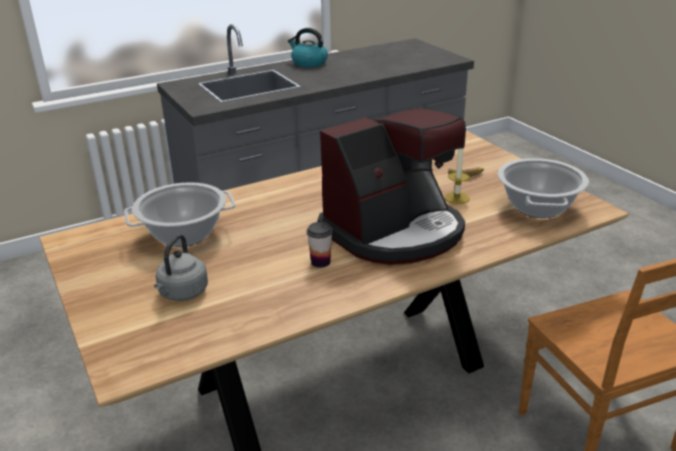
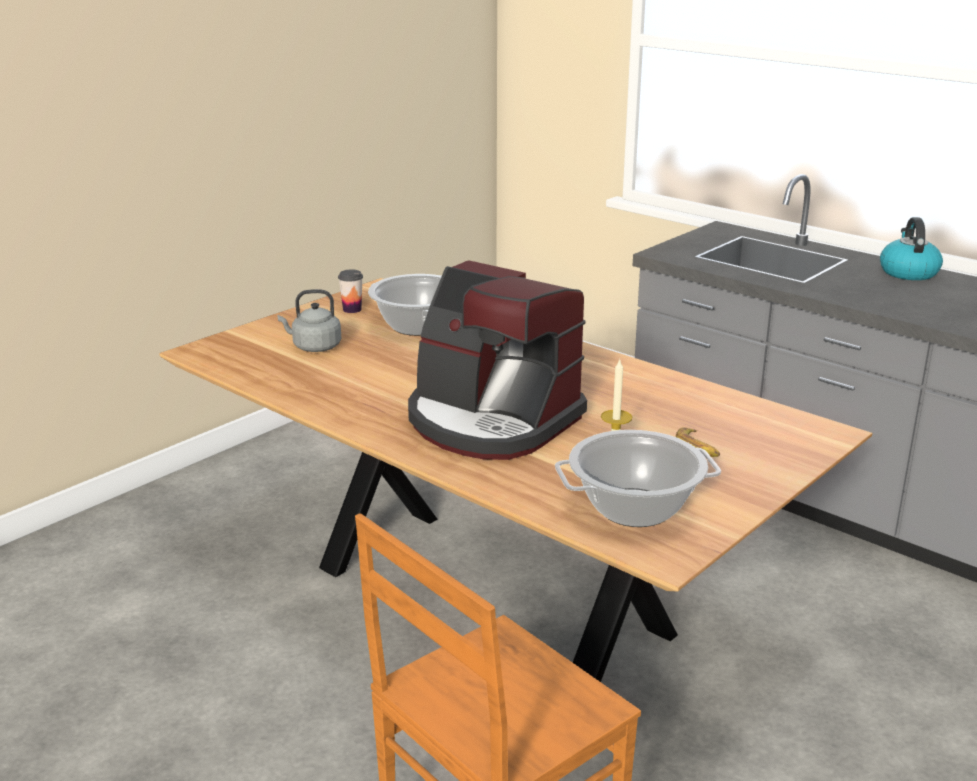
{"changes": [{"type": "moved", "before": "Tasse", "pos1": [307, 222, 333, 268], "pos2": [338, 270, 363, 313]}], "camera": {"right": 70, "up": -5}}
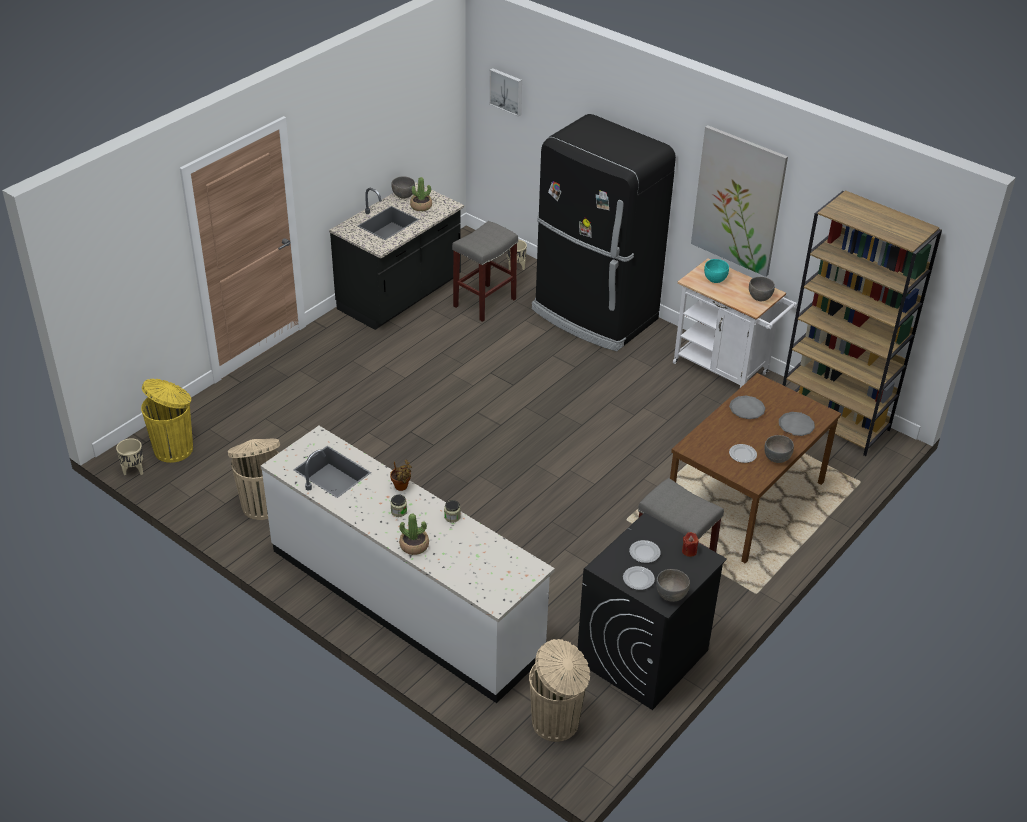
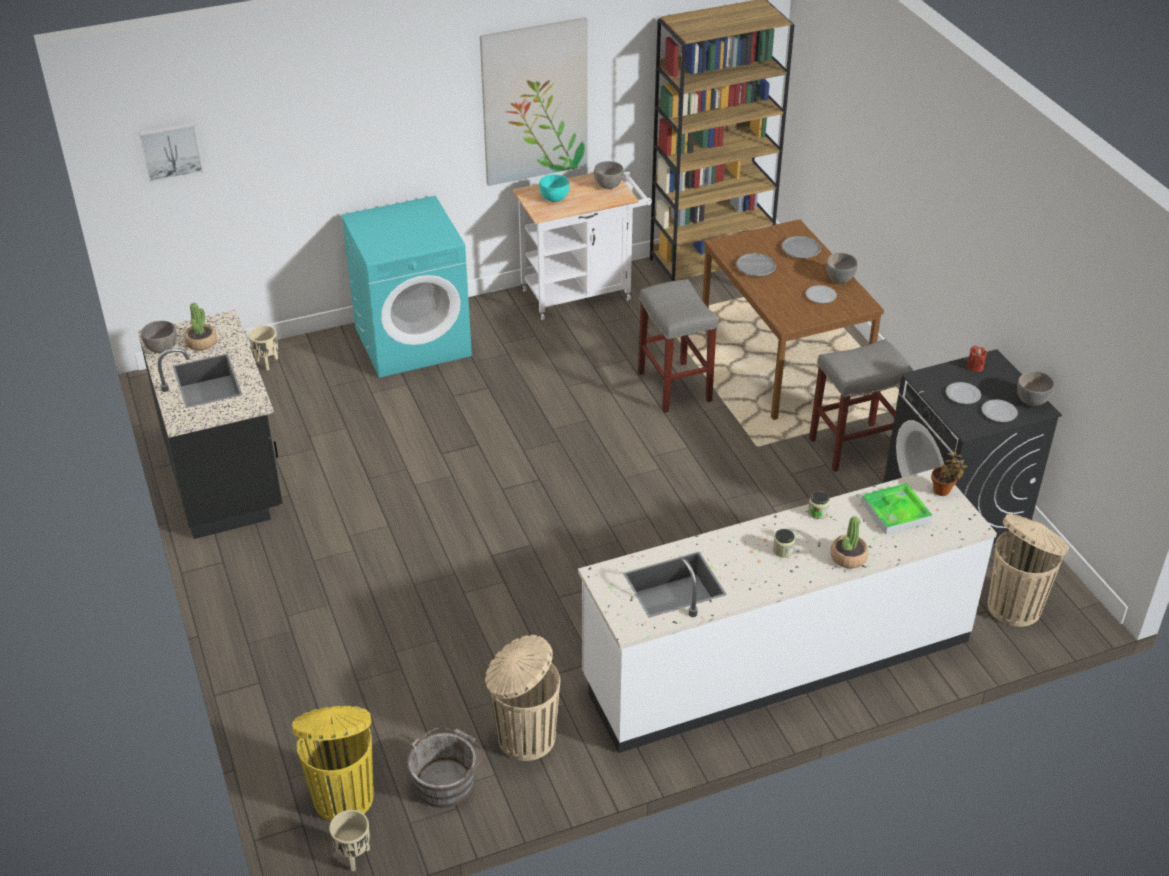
{"changes": [{"type": "replaced", "before": "Kühlschrank/schwarz", "after": "Waschmaschine/türkis", "pos1": [532, 114, 676, 351], "pos2": [341, 195, 472, 378]}, {"type": "moved", "before": "Hocker/grau", "pos1": [452, 221, 518, 322], "pos2": [638, 279, 718, 413]}, {"type": "moved", "before": "Topfpflanze", "pos1": [390, 459, 412, 491], "pos2": [931, 452, 968, 496]}, {"type": "added", "after": "Tablett", "pos2": [861, 483, 932, 535]}, {"type": "added", "after": "Eimer/grau", "pos2": [408, 727, 484, 808]}], "camera": {"right": -60, "up": 0}}
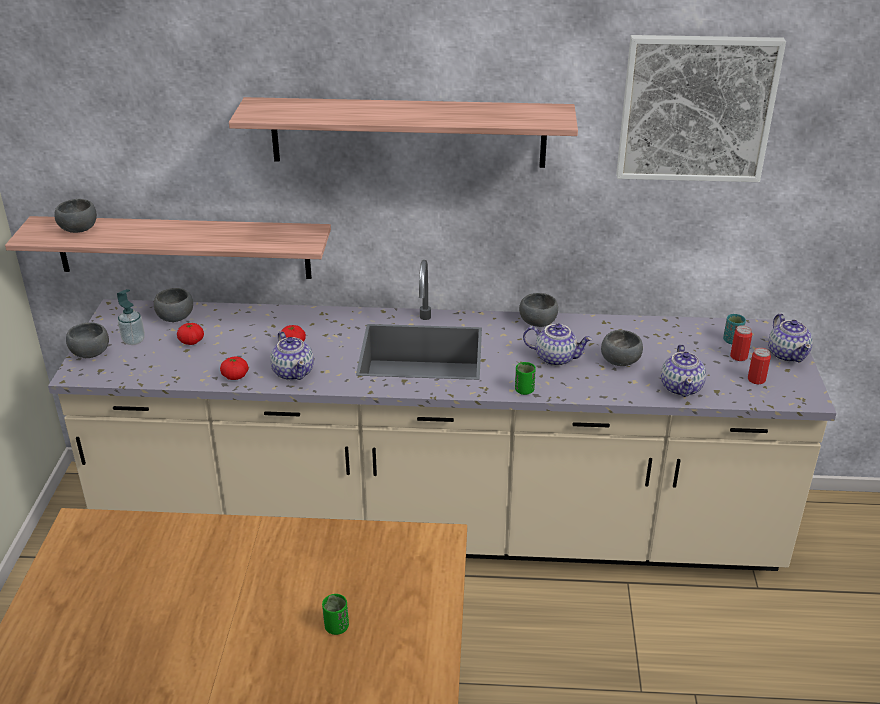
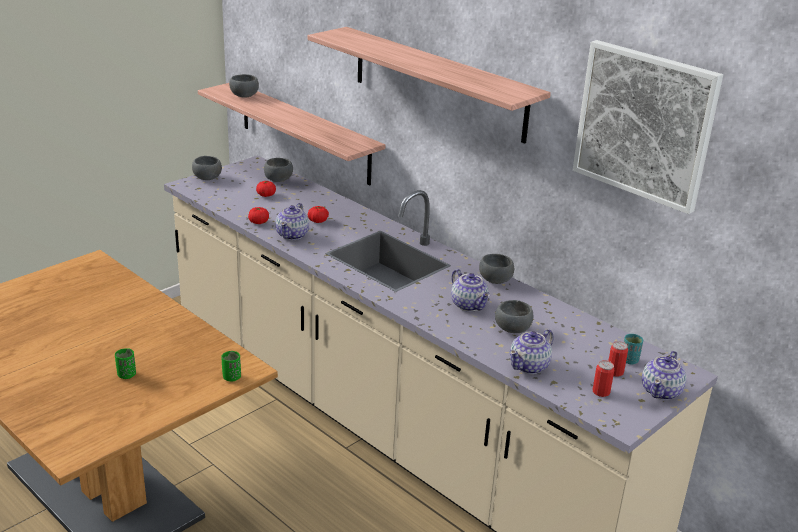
{"changes": [{"type": "removed", "before": "Seifenspender", "pos1": [117, 289, 145, 345]}, {"type": "moved", "before": "Tasse/grün", "pos1": [515, 362, 536, 395], "pos2": [221, 351, 241, 382]}], "camera": {"right": 40, "up": -5}}
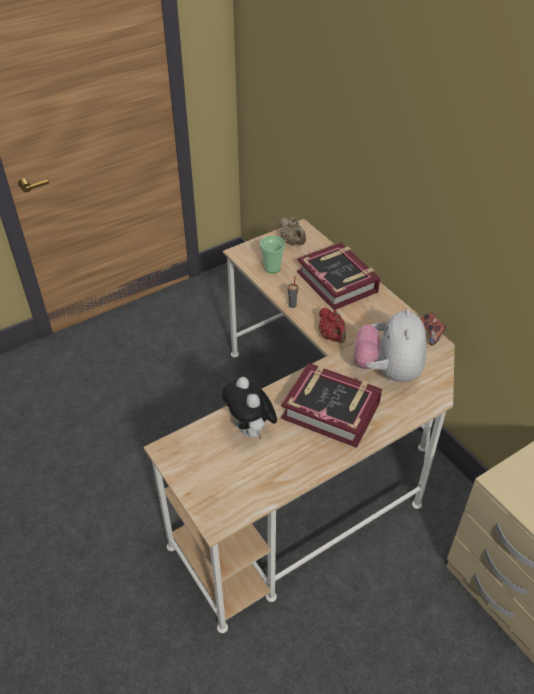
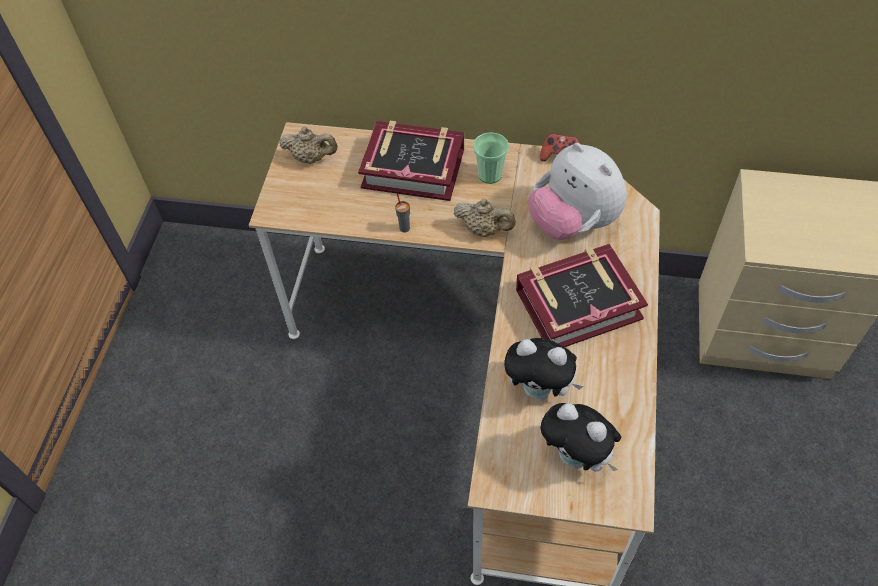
{"changes": [{"type": "moved", "before": "Tasse", "pos1": [260, 236, 285, 273], "pos2": [473, 132, 509, 184]}, {"type": "recoloured", "before": "Teekanne/rot", "after": "Teekanne/beige", "pos1": [319, 308, 346, 343], "pos2": [454, 199, 516, 237]}, {"type": "added", "after": "Plüschtier", "pos2": [540, 403, 621, 472]}], "camera": {"right": -45, "up": 10}}
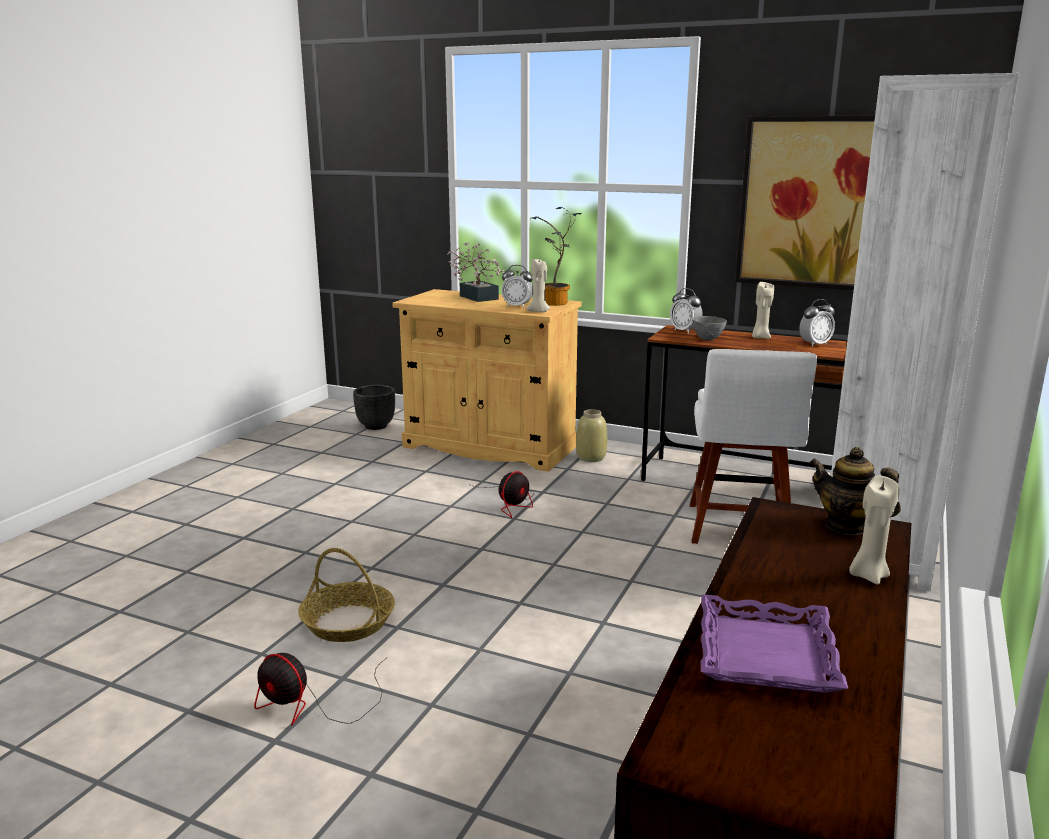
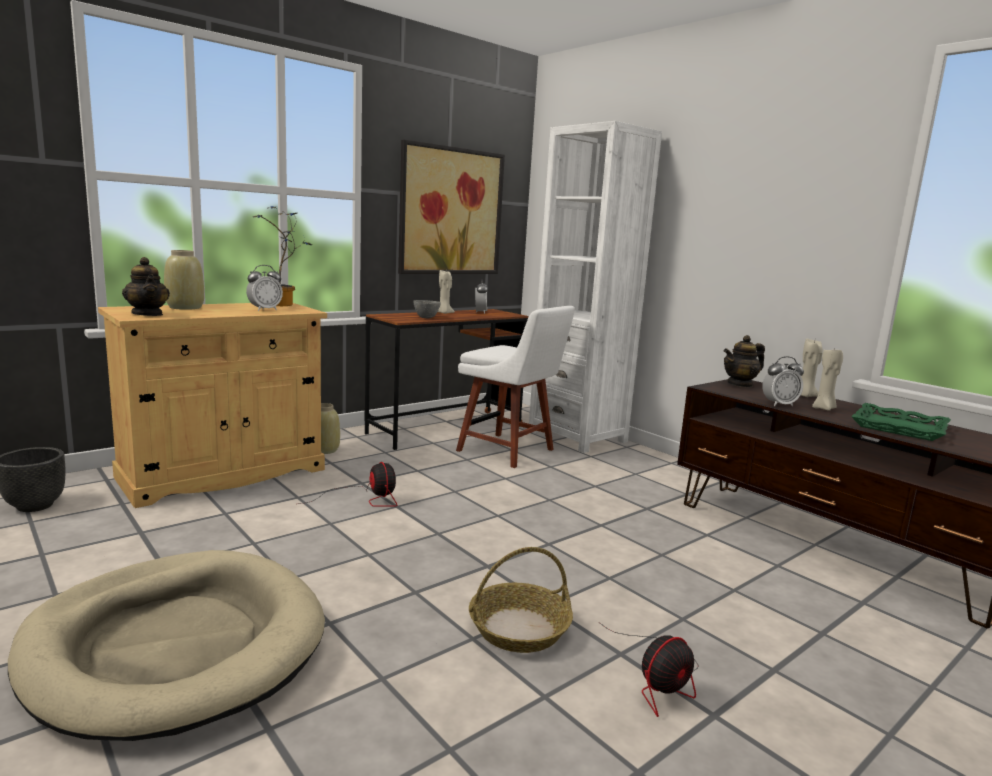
{"changes": [{"type": "replaced", "before": "Topfpflanze", "after": "Vase/beige", "pos1": [447, 242, 505, 302], "pos2": [164, 250, 204, 310]}, {"type": "moved", "before": "Kerze/beige", "pos1": [527, 258, 550, 312], "pos2": [812, 347, 843, 411]}, {"type": "moved", "before": "Wecker", "pos1": [670, 288, 703, 334], "pos2": [762, 356, 804, 407]}, {"type": "recoloured", "before": "Tablett/lila", "after": "Tablett/grün", "pos1": [701, 594, 848, 693], "pos2": [851, 403, 951, 441]}, {"type": "added", "after": "Teekanne", "pos2": [122, 257, 170, 316]}, {"type": "added", "after": "Hundebett/beige", "pos2": [8, 550, 325, 741]}], "camera": {"right": -65, "up": -5}}
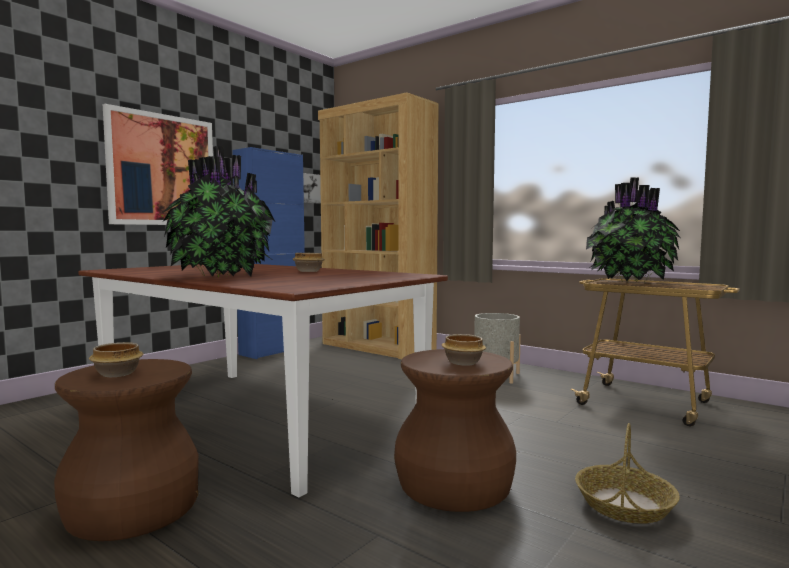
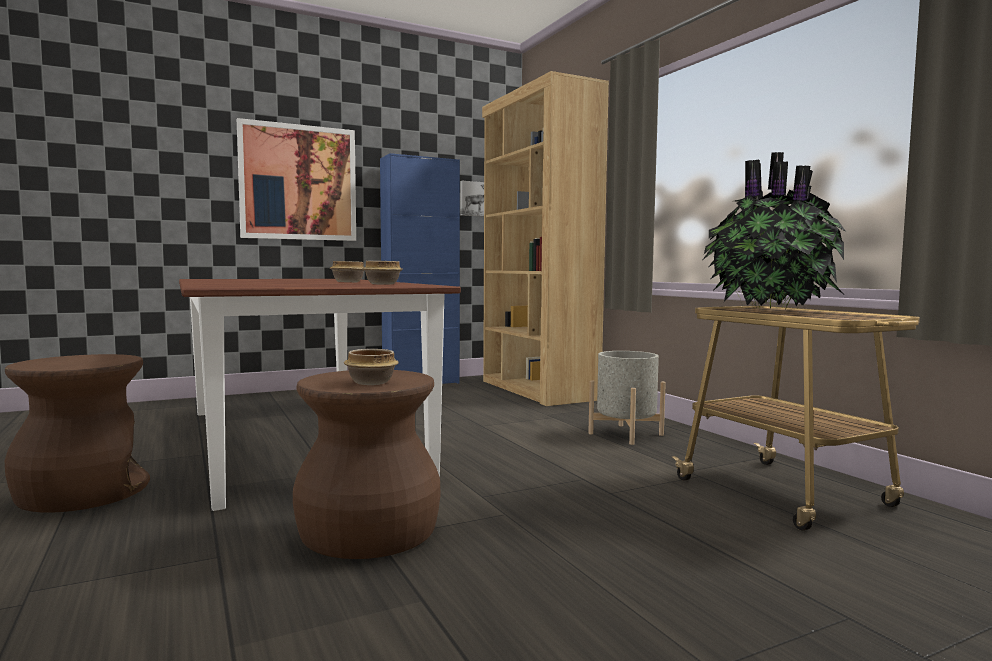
{"changes": [{"type": "removed", "before": "Topfpflanze", "pos1": [163, 146, 275, 278]}, {"type": "moved", "before": "Schüssel", "pos1": [89, 342, 143, 377], "pos2": [362, 261, 403, 285]}, {"type": "removed", "before": "Korb", "pos1": [575, 423, 680, 524]}], "camera": {"right": 25, "up": 0}}
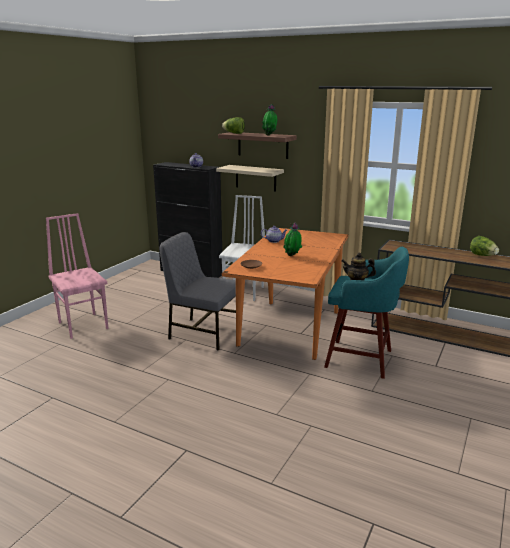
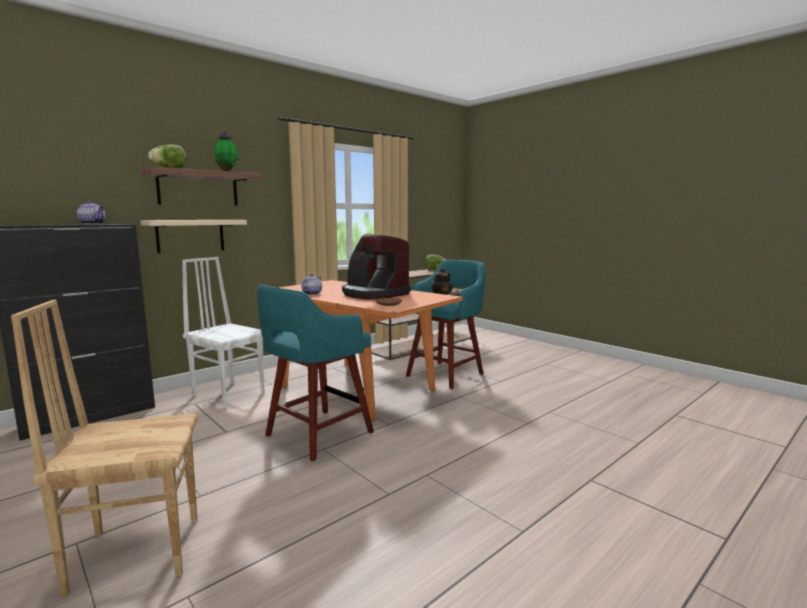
{"changes": [{"type": "recoloured", "before": "Stuhl/rosa", "after": "Stuhl/braun", "pos1": [46, 213, 109, 339], "pos2": [11, 300, 198, 597]}, {"type": "replaced", "before": "Topfpflanze", "after": "Kaffeemaschine", "pos1": [283, 223, 302, 256], "pos2": [342, 234, 411, 300]}, {"type": "replaced", "before": "Stuhl/grau", "after": "Hocker/türkis", "pos1": [160, 232, 236, 351], "pos2": [257, 284, 374, 462]}], "camera": {"right": -70, "up": -10}}
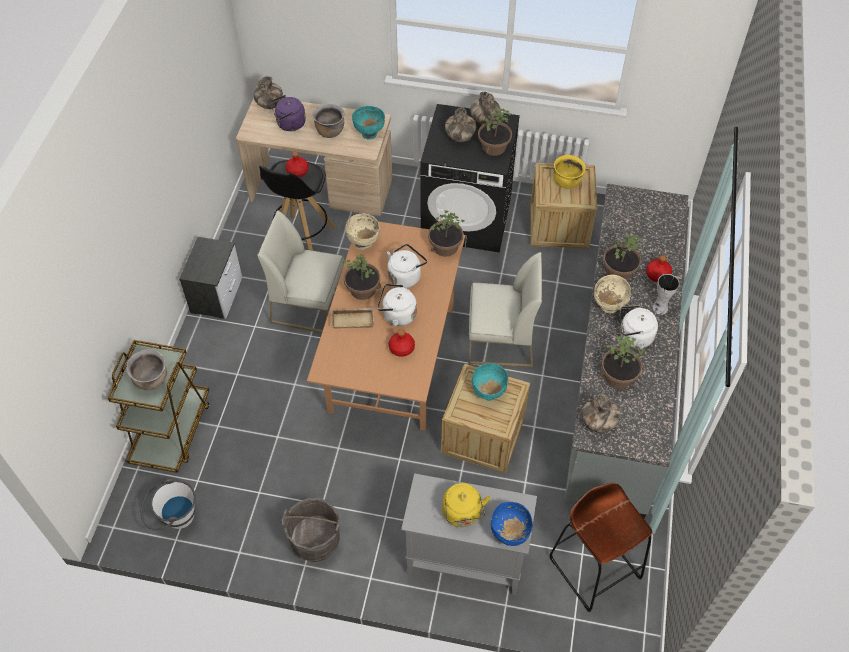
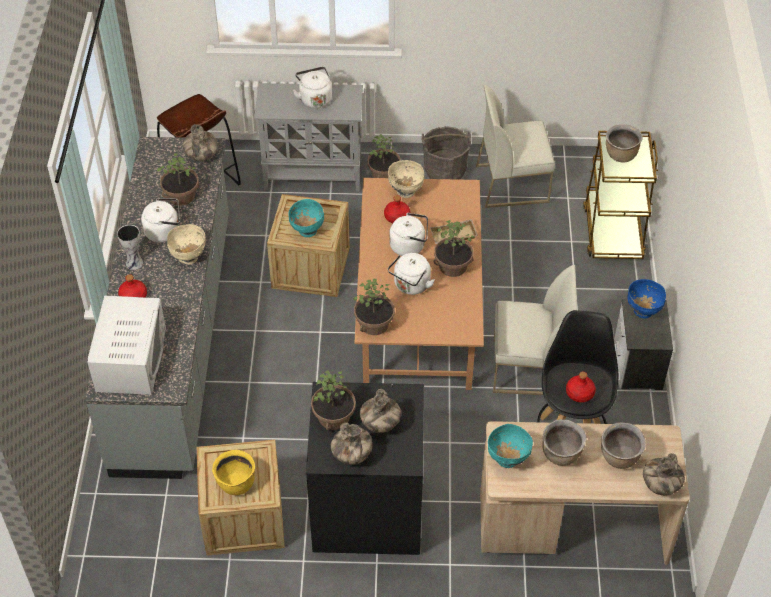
{"changes": [{"type": "replaced", "before": "Wasserkessel/lila", "after": "Kochtopf/braun", "pos1": [270, 95, 306, 131], "pos2": [601, 423, 646, 469]}, {"type": "moved", "before": "Schüssel/beige", "pos1": [346, 214, 380, 250], "pos2": [388, 160, 424, 198]}, {"type": "moved", "before": "Topfpflanze", "pos1": [603, 234, 642, 280], "pos2": [367, 134, 401, 178]}, {"type": "moved", "before": "Stuhl/weiß", "pos1": [468, 252, 542, 368], "pos2": [476, 85, 555, 208]}, {"type": "removed", "before": "Eimer/weiß", "pos1": [141, 479, 196, 530]}, {"type": "recoloured", "before": "Wasserkessel/gelb", "after": "Wasserkessel/weiß", "pos1": [442, 483, 490, 527], "pos2": [293, 67, 332, 108]}, {"type": "moved", "before": "Schüssel/blau", "pos1": [491, 502, 533, 546], "pos2": [627, 279, 666, 318]}, {"type": "added", "after": "Mikrowelle/weiß", "pos2": [87, 296, 166, 395]}], "camera": {"right": 170, "up": -5}}
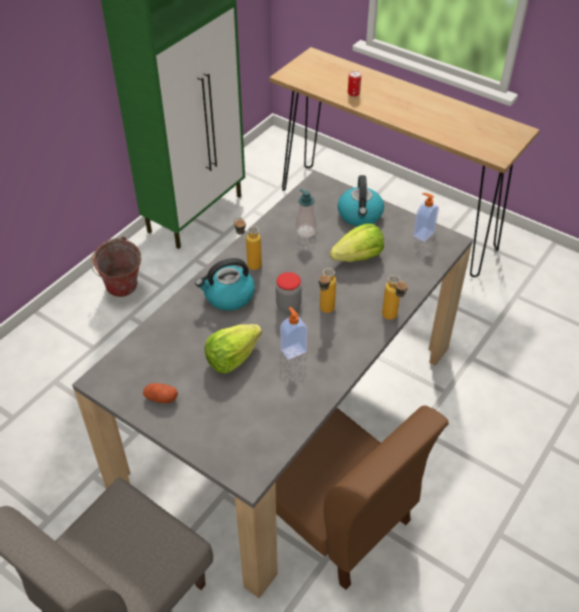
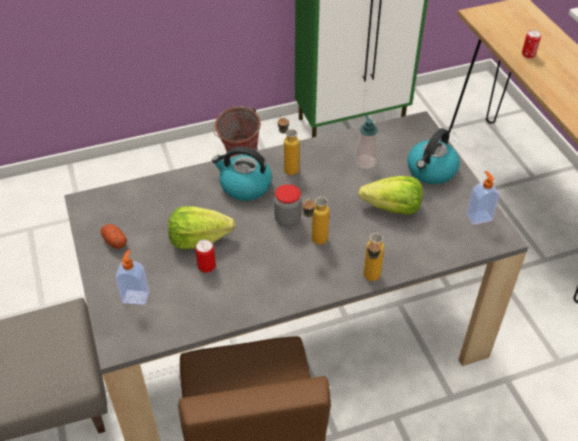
{"changes": [{"type": "moved", "before": "Seifenspender", "pos1": [280, 307, 308, 360], "pos2": [115, 250, 149, 305]}, {"type": "added", "after": "Dose", "pos2": [195, 239, 216, 273]}], "camera": {"right": 35, "up": 0}}
